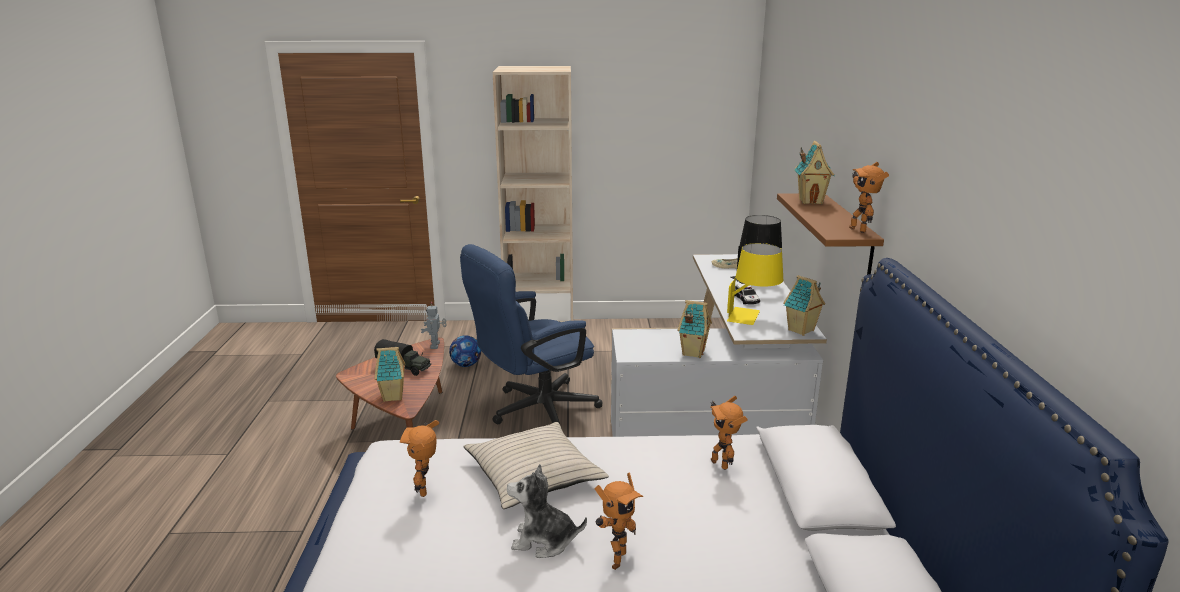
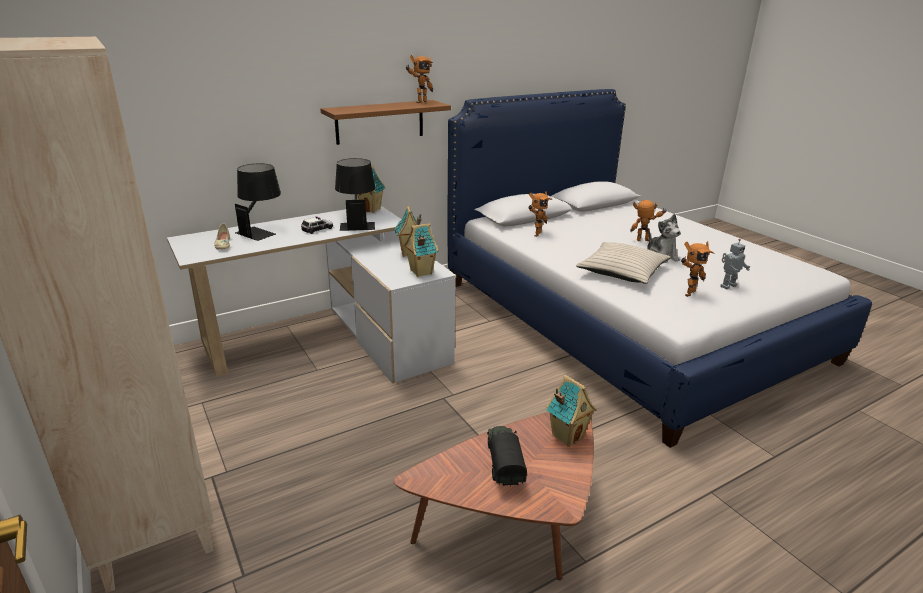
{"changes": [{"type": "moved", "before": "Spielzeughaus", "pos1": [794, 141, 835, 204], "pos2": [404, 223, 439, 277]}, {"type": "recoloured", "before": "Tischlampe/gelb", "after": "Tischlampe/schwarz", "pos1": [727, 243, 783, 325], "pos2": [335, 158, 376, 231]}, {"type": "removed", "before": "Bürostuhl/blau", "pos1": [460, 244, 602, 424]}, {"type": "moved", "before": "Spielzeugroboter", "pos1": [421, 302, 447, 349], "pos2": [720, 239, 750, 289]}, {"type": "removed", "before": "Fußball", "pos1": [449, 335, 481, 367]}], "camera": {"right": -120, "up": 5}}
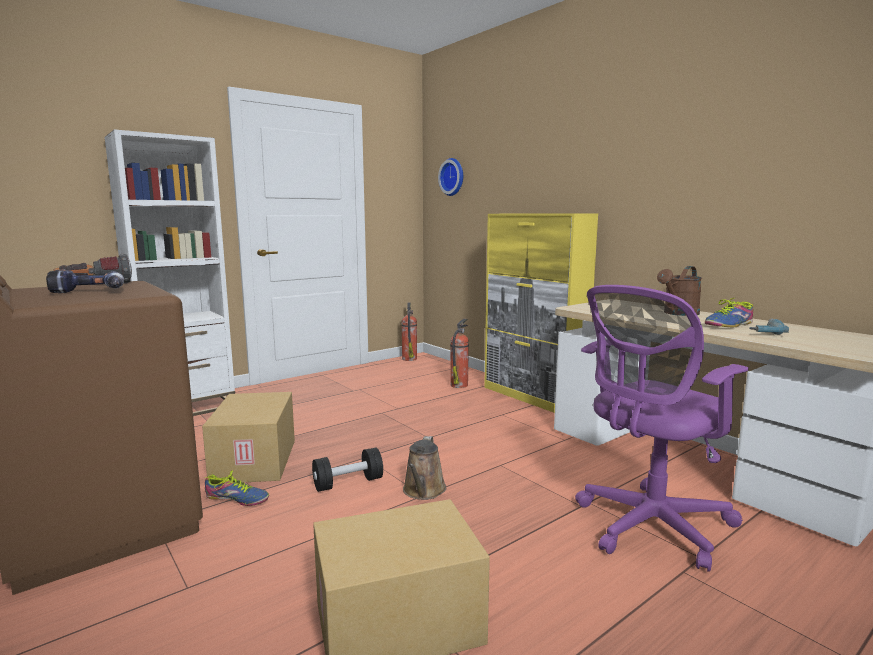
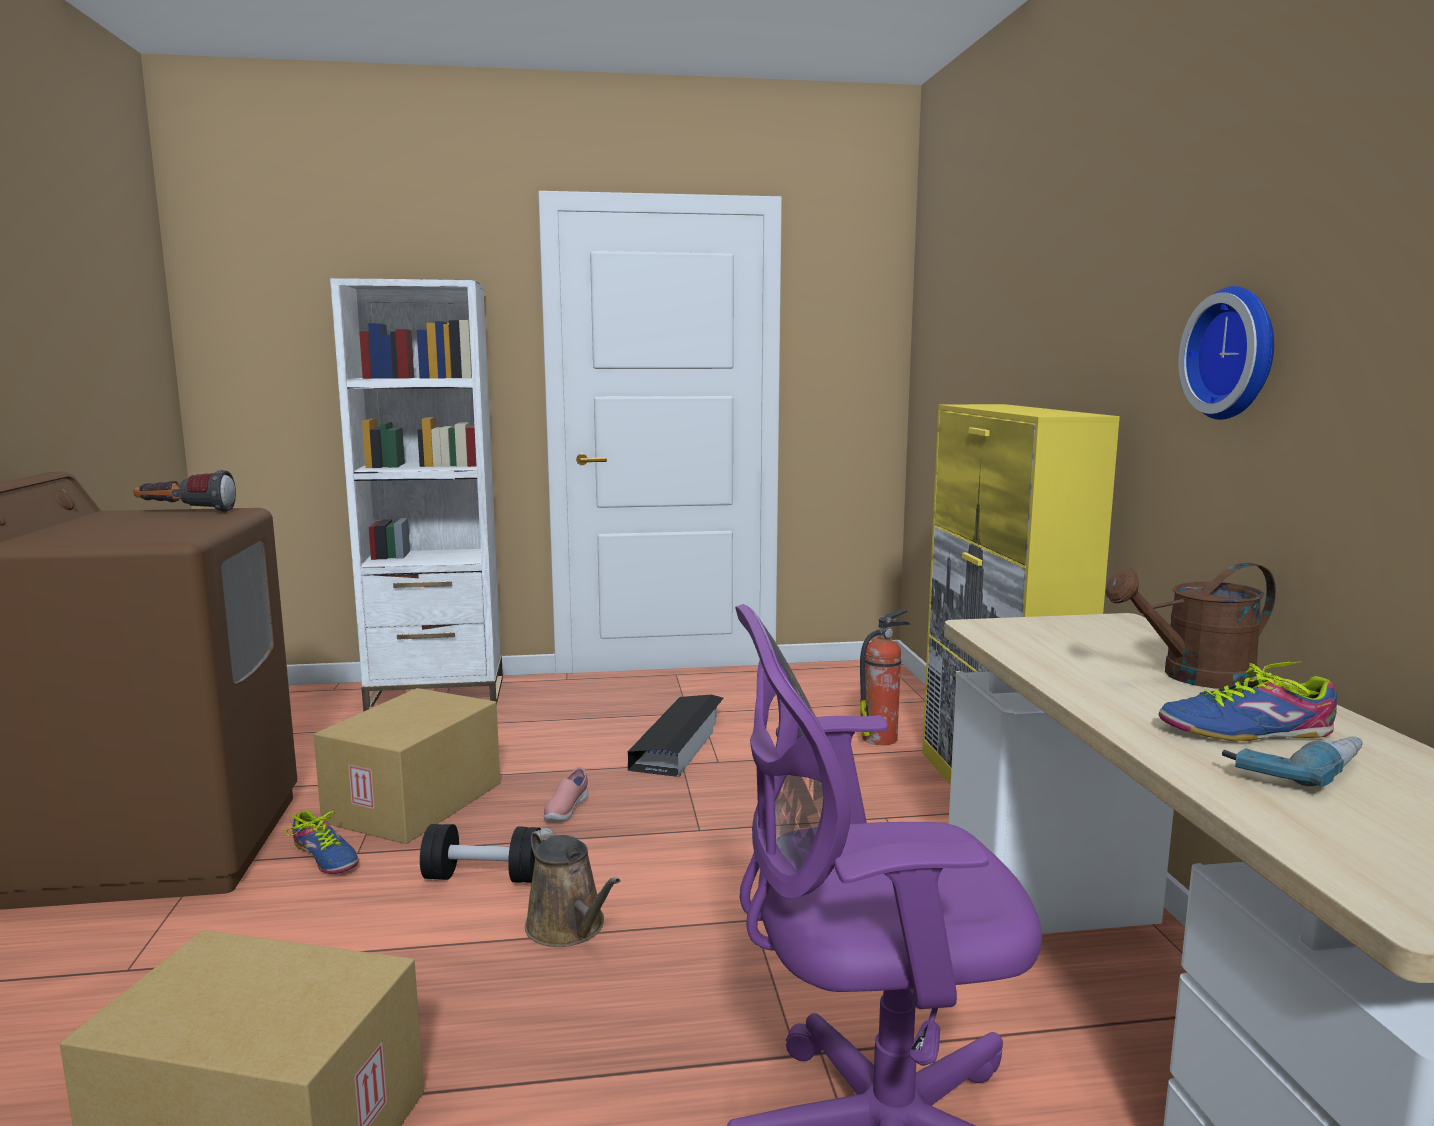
{"changes": [{"type": "moved", "before": "Wanduhr", "pos1": [438, 158, 463, 196], "pos2": [1178, 286, 1274, 420]}, {"type": "removed", "before": "Bohrmaschine", "pos1": [46, 269, 124, 293]}, {"type": "removed", "before": "Feuerlöscher", "pos1": [401, 302, 417, 361]}, {"type": "turned", "before": "Gießkanne/braun", "pos1": [403, 436, 446, 500], "pos2": [525, 828, 620, 947], "turn": -75}, {"type": "added", "after": "Aufbewahrungsbox/schwarz", "pos2": [628, 695, 724, 777]}, {"type": "added", "after": "Schuh/rosa", "pos2": [544, 767, 589, 821]}], "camera": {"right": 30, "up": 0}}
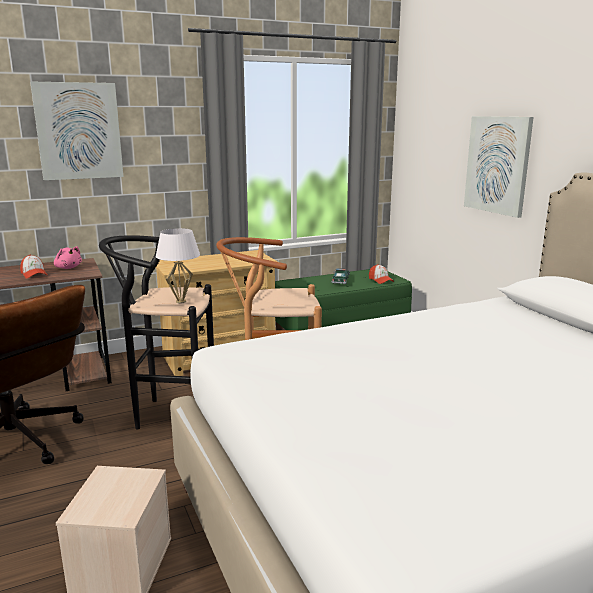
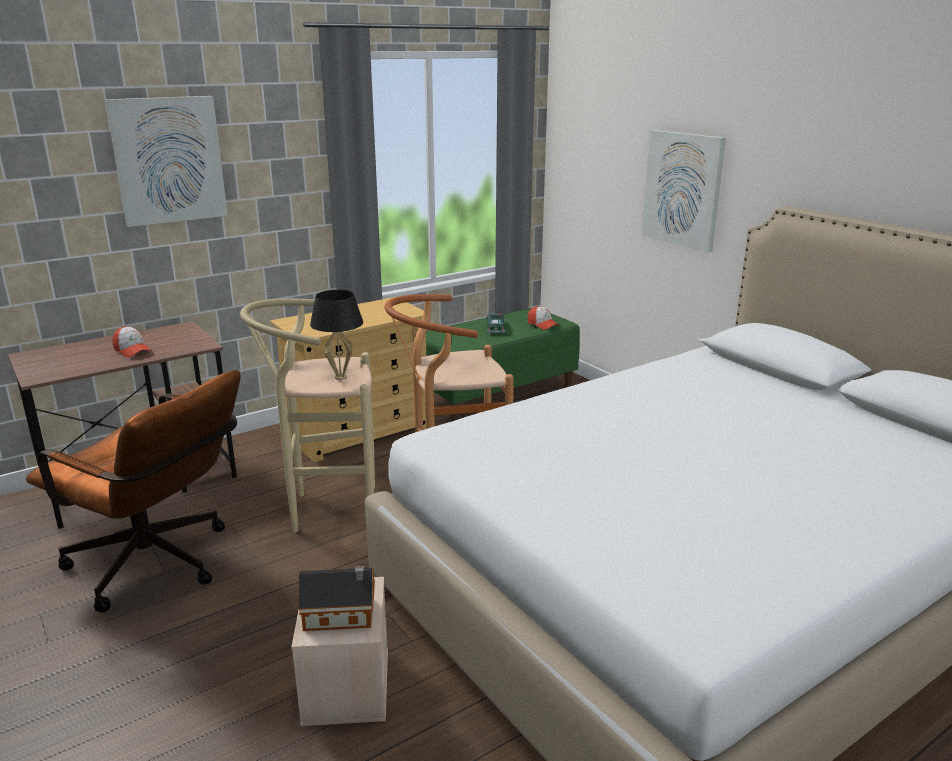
{"changes": [{"type": "recoloured", "before": "Tischlampe/weiß", "after": "Tischlampe/schwarz", "pos1": [156, 228, 200, 303], "pos2": [310, 290, 363, 380]}, {"type": "recoloured", "before": "Hocker/schwarz", "after": "Hocker/beige", "pos1": [99, 235, 214, 430], "pos2": [240, 299, 375, 532]}, {"type": "removed", "before": "Plüschtier/rosa", "pos1": [54, 246, 82, 269]}, {"type": "added", "after": "Spielzeughaus", "pos2": [298, 566, 375, 631]}], "camera": {"right": -10, "up": 5}}
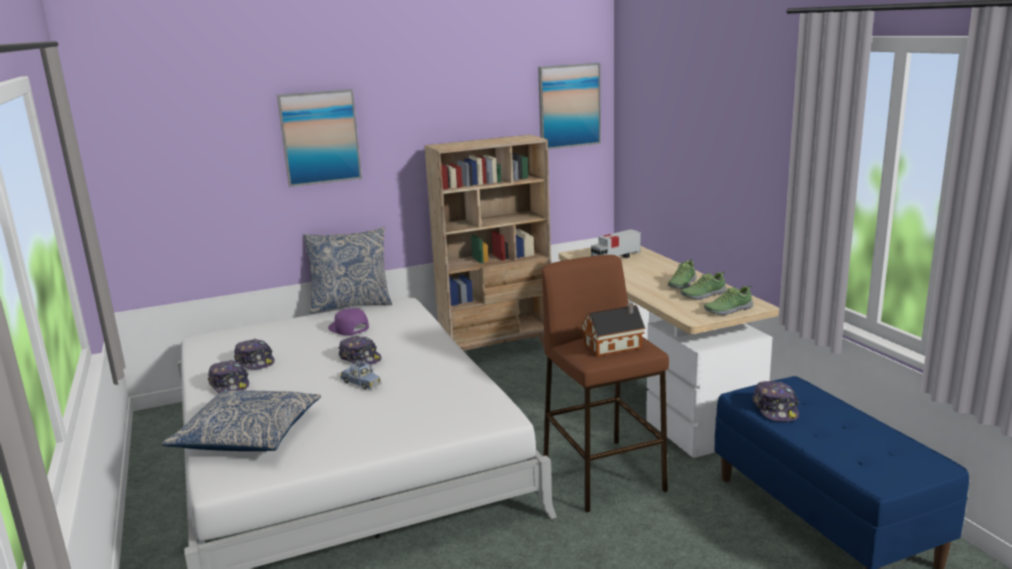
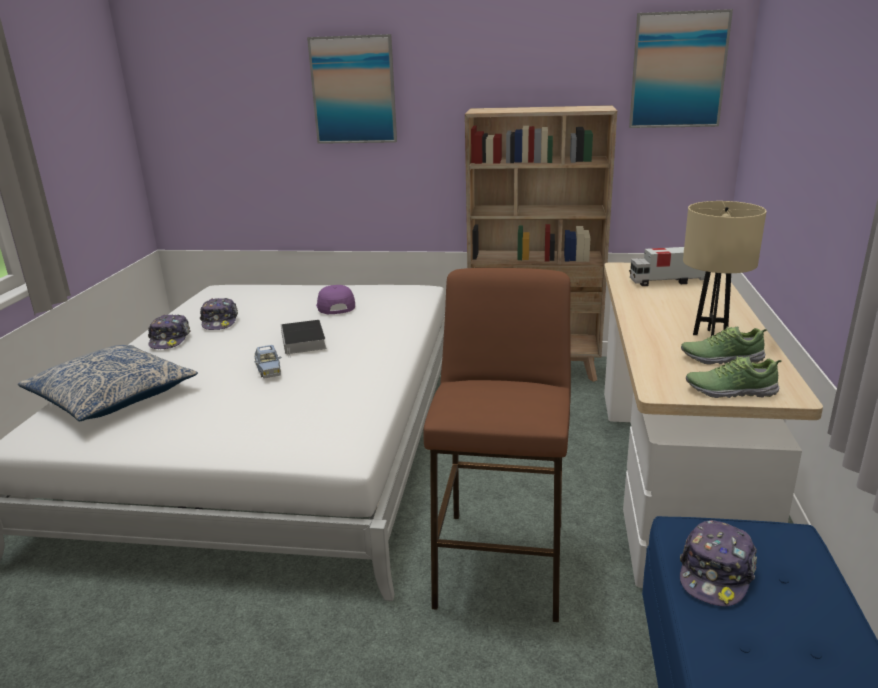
{"changes": [{"type": "removed", "before": "Kissen", "pos1": [303, 227, 392, 313]}, {"type": "replaced", "before": "Schuh", "after": "Tischlampe/beige", "pos1": [668, 259, 697, 289], "pos2": [683, 201, 767, 337]}, {"type": "removed", "before": "Spielzeughaus", "pos1": [581, 303, 645, 356]}, {"type": "replaced", "before": "Kappe", "after": "Buch", "pos1": [338, 335, 382, 366], "pos2": [281, 320, 326, 358]}], "camera": {"right": 30, "up": 5}}
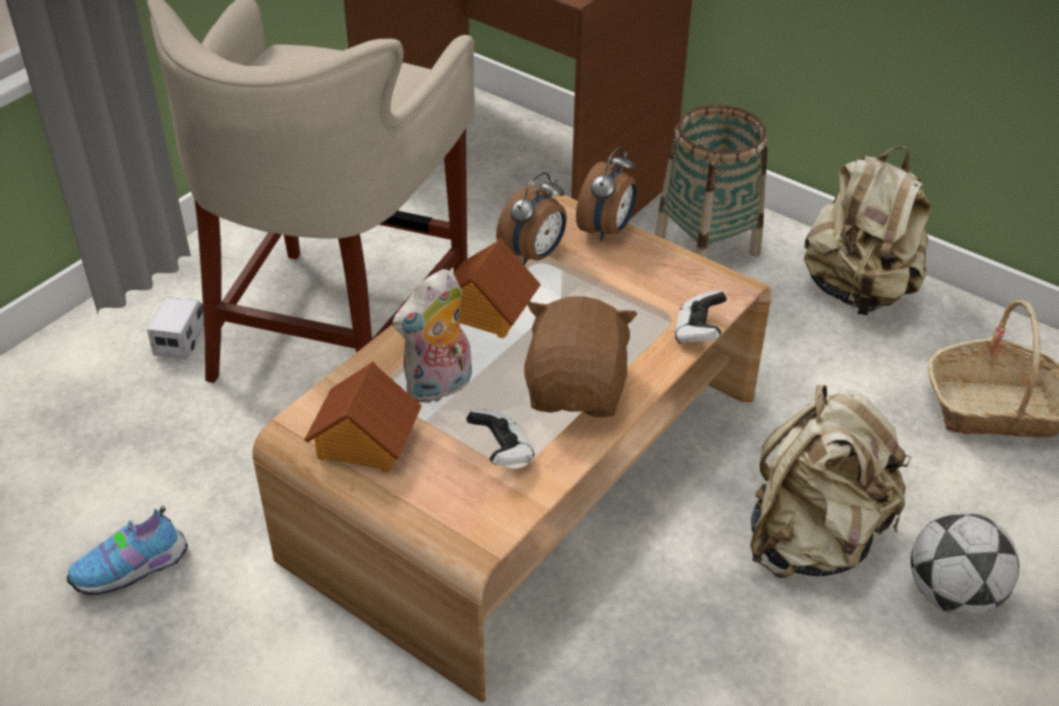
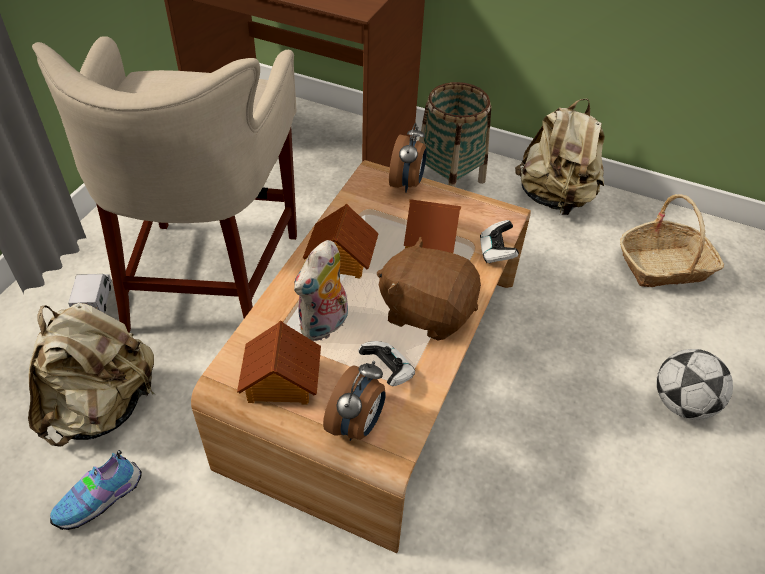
{"changes": [{"type": "moved", "before": "Wecker", "pos1": [496, 172, 567, 266], "pos2": [323, 361, 386, 441]}, {"type": "turned", "before": "Plüschtier/braun", "pos1": [524, 296, 637, 417], "pos2": [377, 236, 481, 340], "turn": -60}, {"type": "moved", "before": "Rucksack/beige", "pos1": [750, 385, 911, 578], "pos2": [28, 303, 155, 447]}, {"type": "added", "after": "Spielzeughaus", "pos2": [404, 199, 461, 253]}], "camera": {"right": -15, "up": 5}}
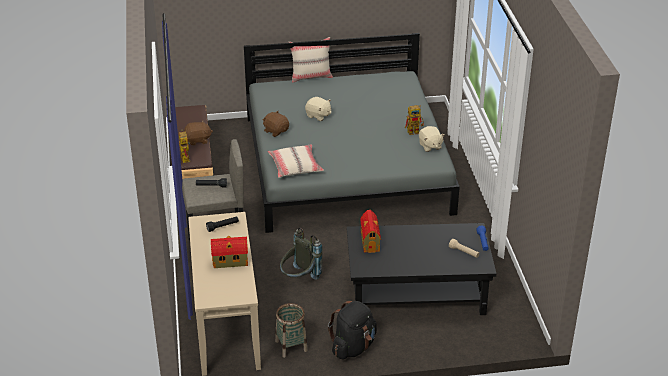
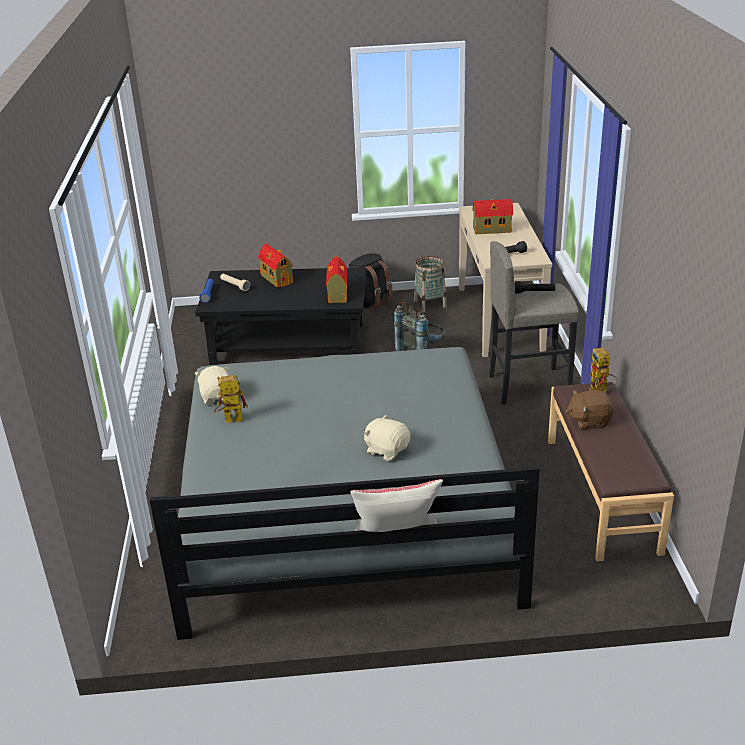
{"changes": [{"type": "removed", "before": "Plüschtier/braun", "pos1": [262, 111, 289, 137]}, {"type": "removed", "before": "Kissen/beige", "pos1": [268, 144, 324, 178]}, {"type": "added", "after": "Spielzeughaus", "pos2": [258, 244, 293, 288]}], "camera": {"right": -175, "up": -5}}
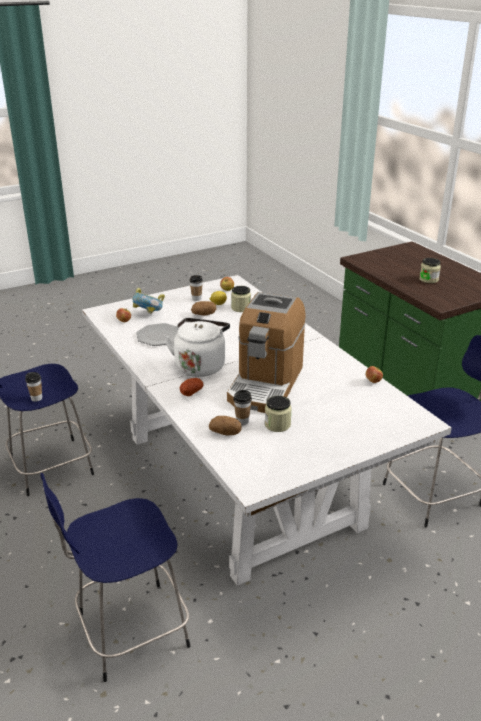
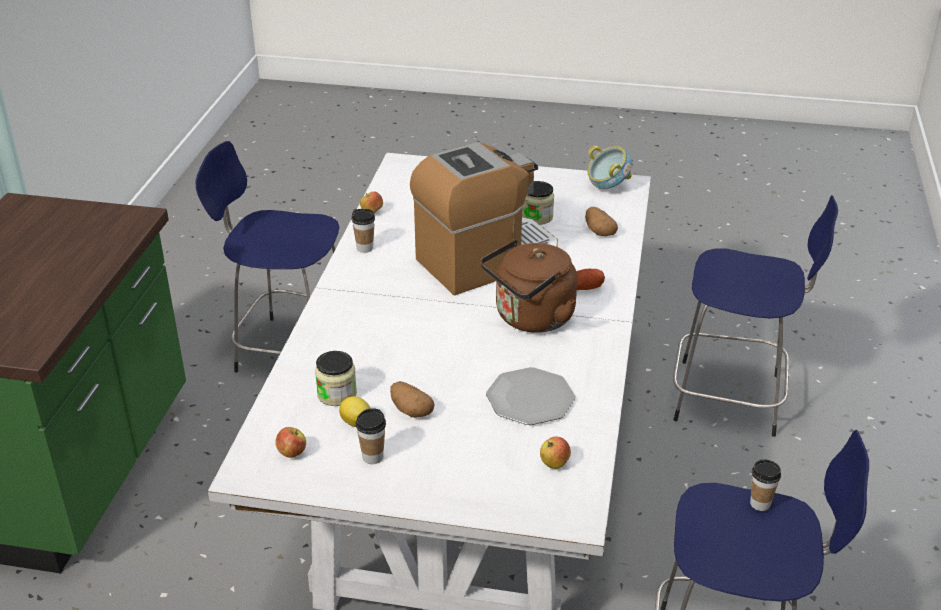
{"changes": [{"type": "removed", "before": "Vorratsglas", "pos1": [419, 258, 441, 283]}, {"type": "moved", "before": "Schüssel", "pos1": [132, 288, 165, 314], "pos2": [587, 146, 632, 189]}, {"type": "recoloured", "before": "Wasserkessel/weiß", "after": "Wasserkessel/braun", "pos1": [164, 318, 230, 377], "pos2": [481, 239, 577, 333]}, {"type": "moved", "before": "Tasse", "pos1": [233, 390, 252, 425], "pos2": [351, 209, 375, 253]}], "camera": {"right": -140, "up": 5}}
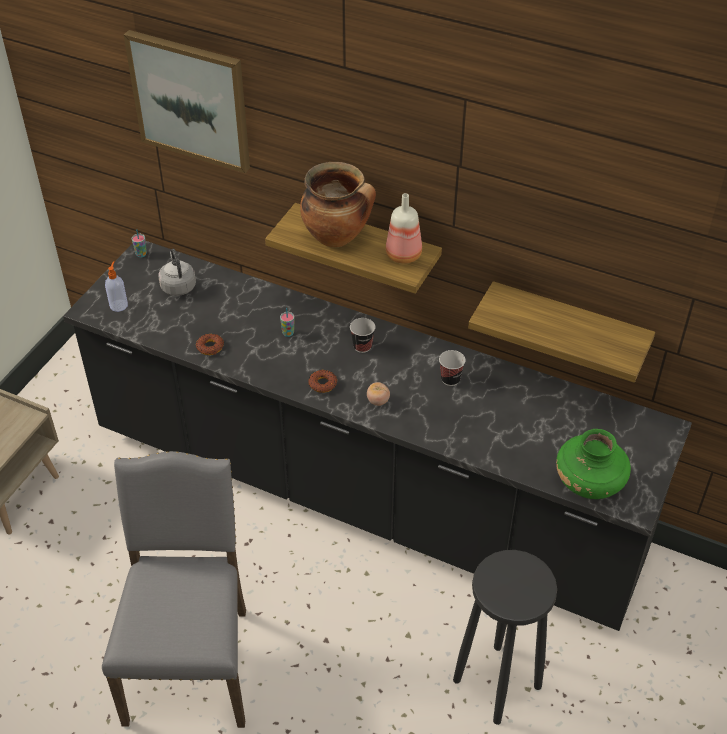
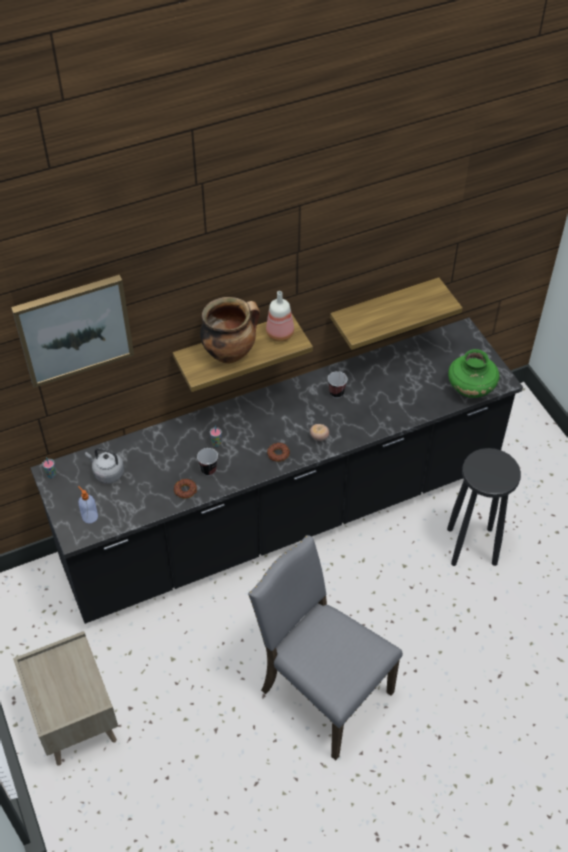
{"changes": [{"type": "moved", "before": "Tasse", "pos1": [350, 318, 375, 353], "pos2": [197, 448, 218, 476]}], "camera": {"right": -50, "up": 5}}
